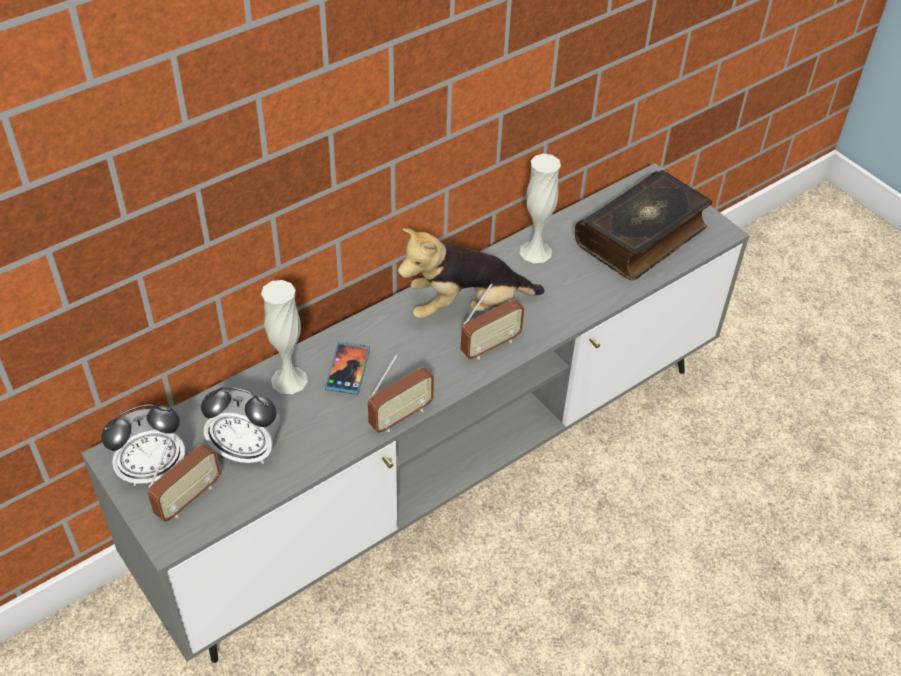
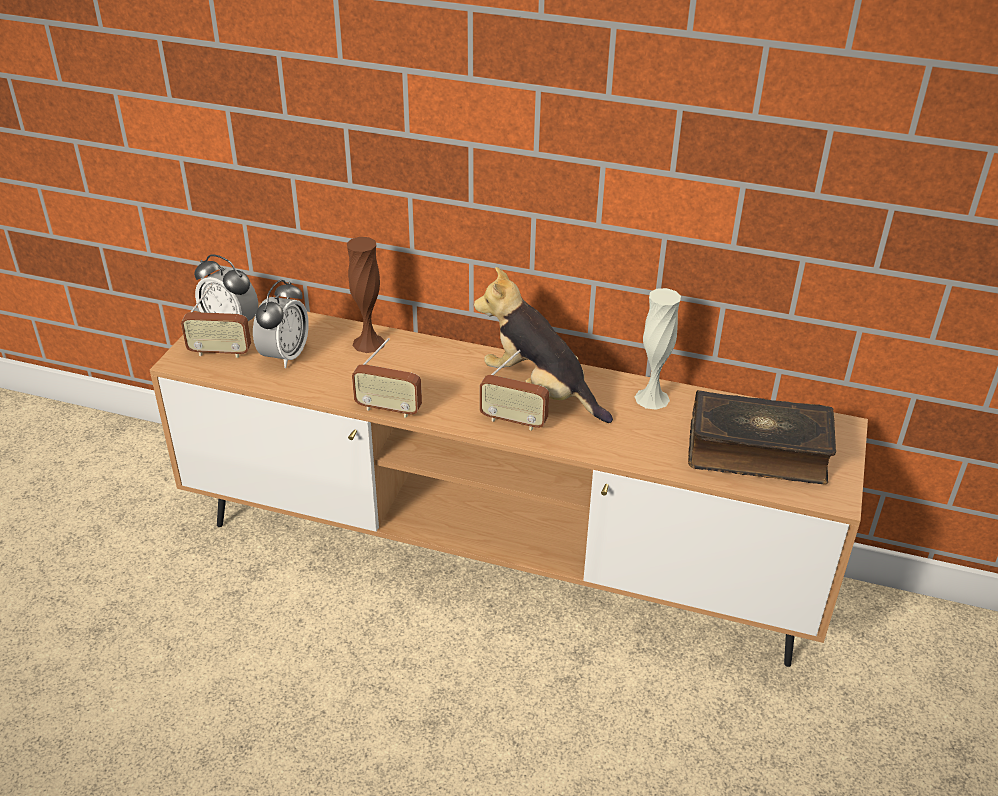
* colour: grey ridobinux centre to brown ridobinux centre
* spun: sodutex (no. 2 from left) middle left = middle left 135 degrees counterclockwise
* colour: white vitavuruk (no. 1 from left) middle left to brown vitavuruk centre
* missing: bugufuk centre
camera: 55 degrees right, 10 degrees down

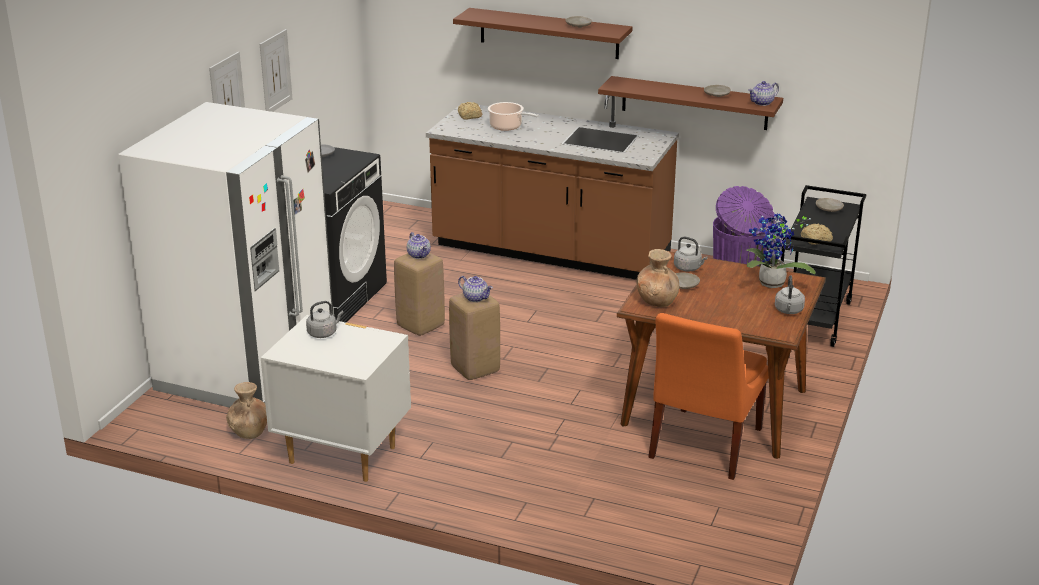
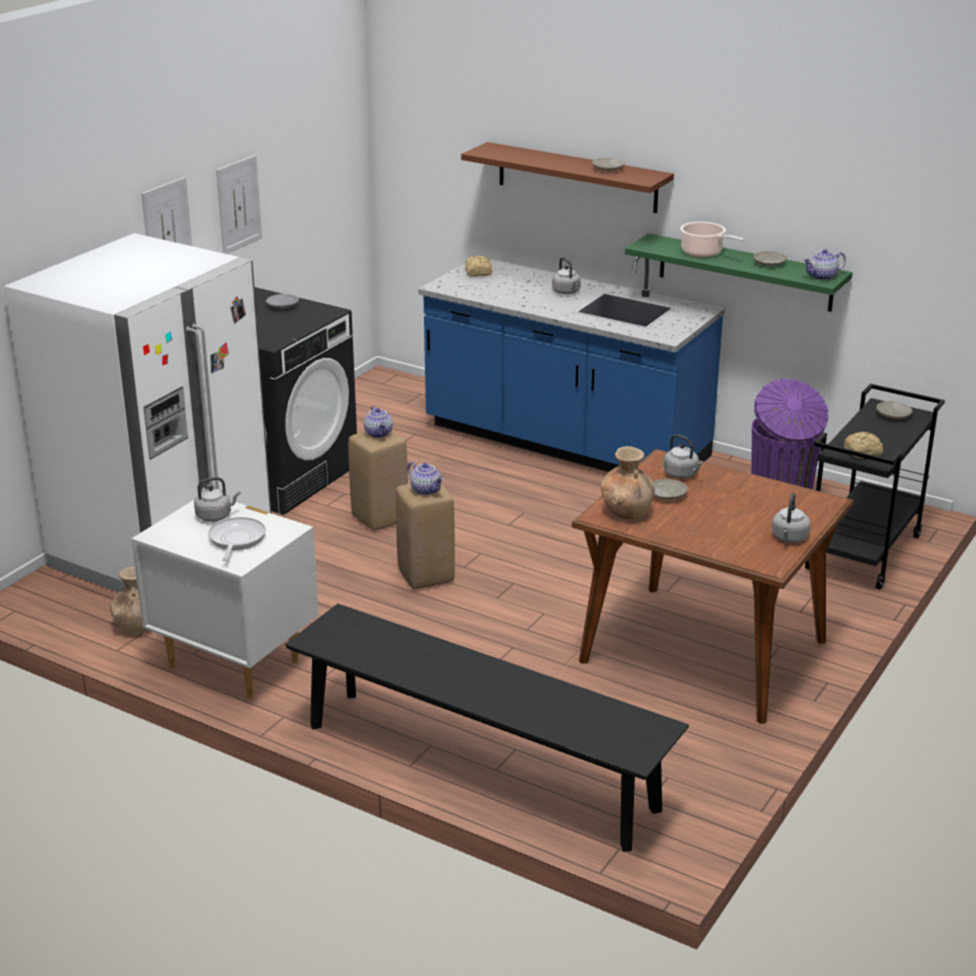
* appeared: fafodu middle left
* appeared: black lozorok bottom centre
* colour: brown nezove top centre to blue nezove centre
* appeared: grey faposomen (no. 2 from left) top centre
* colour: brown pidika (no. 2 from left) top centre to green pidika top right
* relocated: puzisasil top centre to top right
* missing: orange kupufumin bottom right
* missing: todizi middle right
camera: 10 degrees right, 0 degrees up

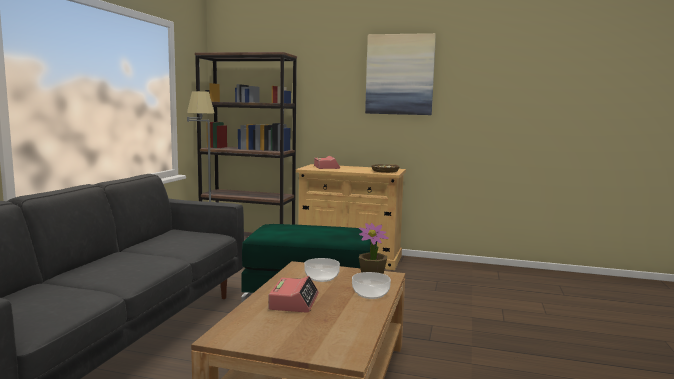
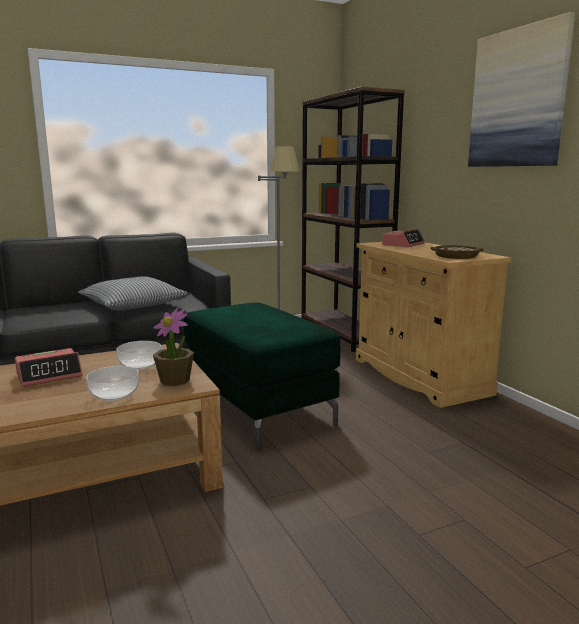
* appeared: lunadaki middle left
camera: 50 degrees right, 5 degrees up

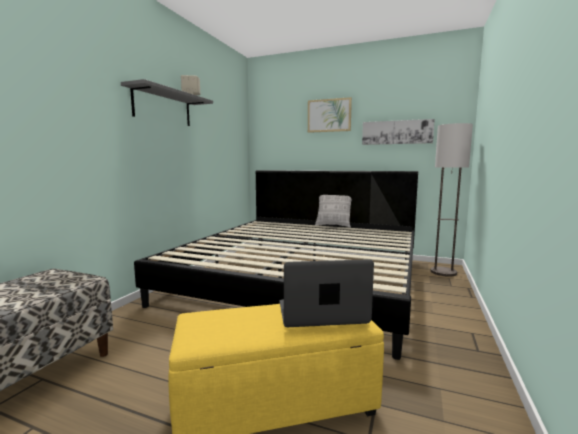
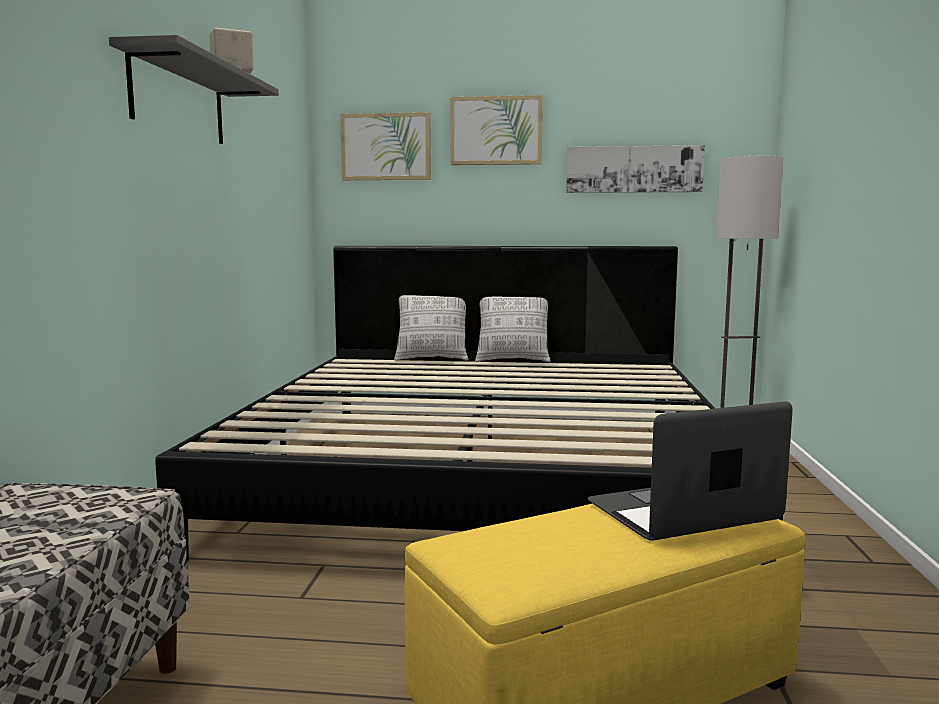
* appeared: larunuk (no. 1 from left) top centre
* appeared: lunadaki (no. 1 from left) centre
camera: 15 degrees left, 0 degrees up

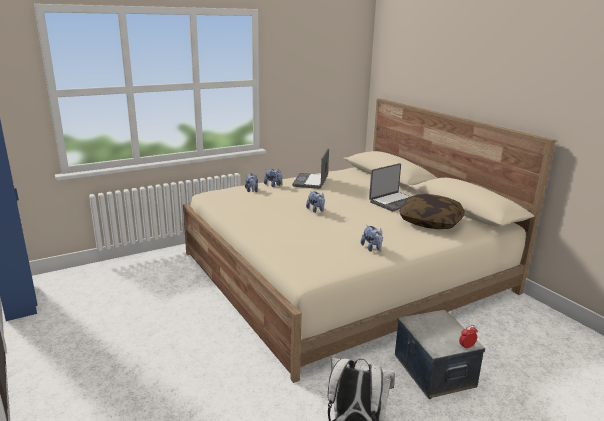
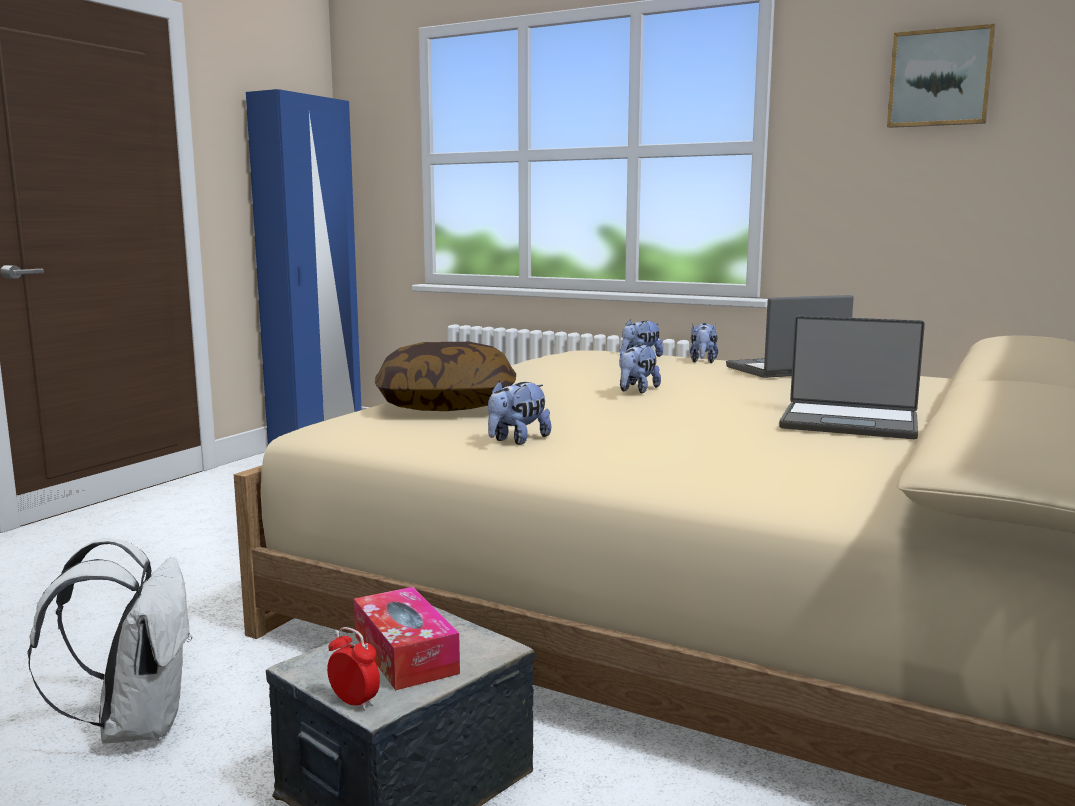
* appeared: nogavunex bottom centre
* relocated: lunadaki middle right to centre
* appeared: larunuk top right
camera: 60 degrees right, 10 degrees down

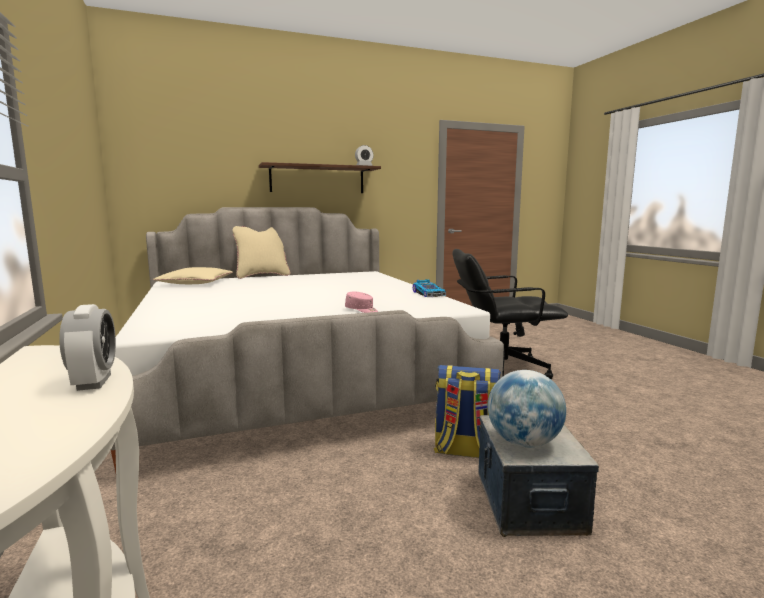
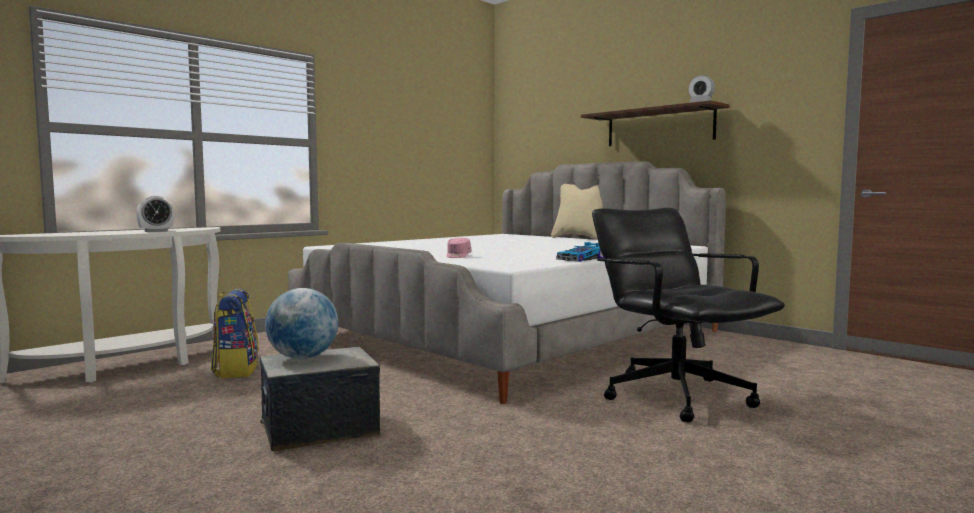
* relocated: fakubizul bottom centre to middle left
* missing: beige lunadaki (no. 1 from left) middle left
camera: 65 degrees right, 5 degrees down

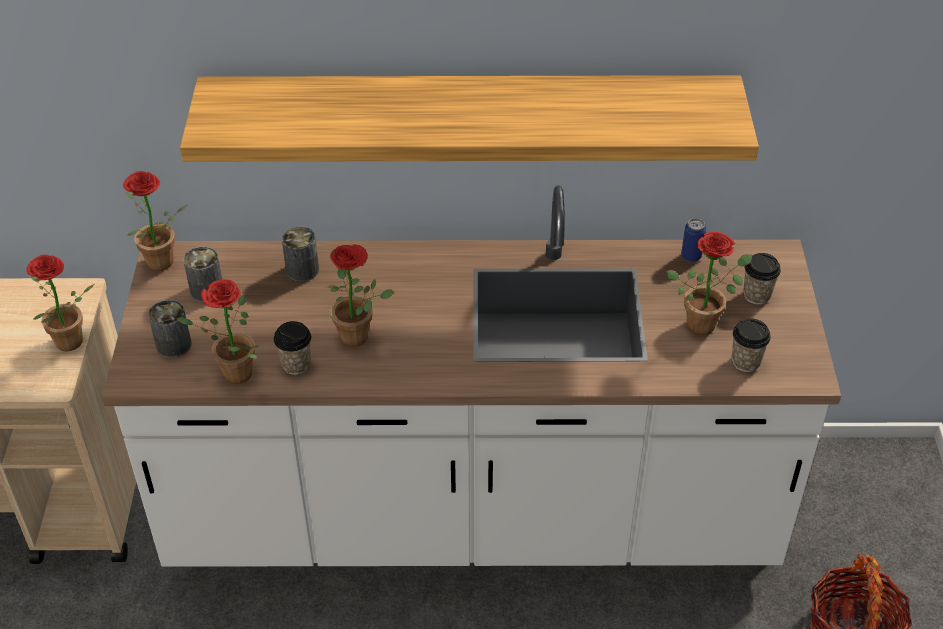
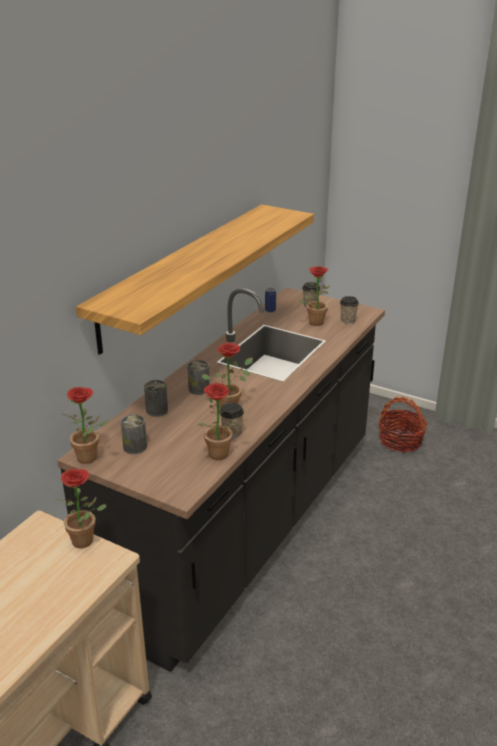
* colour: white nezove centre to black nezove centre
* relocated: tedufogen (no. 1 from left in the first image) middle left to tedufogen (no. 3 from left) centre
camera: 60 degrees left, 15 degrees down

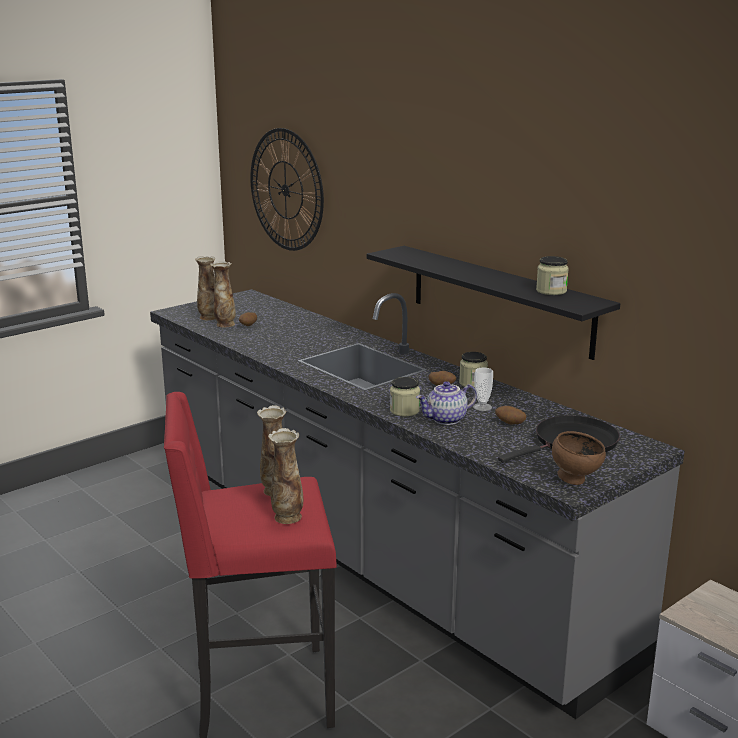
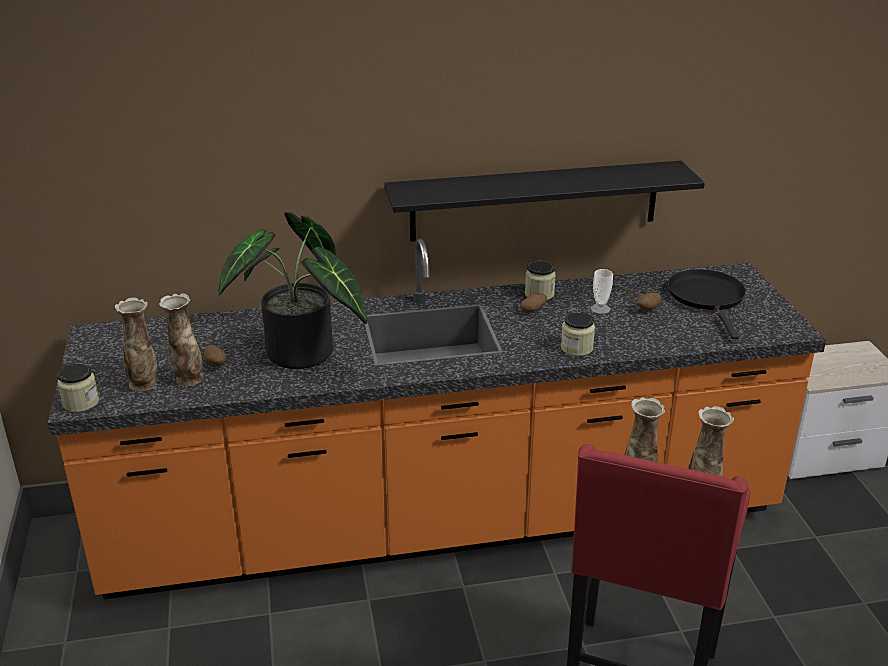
* colour: grey nezove bottom centre to orange nezove centre
* relocated: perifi (no. 3 from left in the first image) middle right to perifi (no. 1 from left) middle left
* appeared: todizi middle left
* missing: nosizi top centre
* missing: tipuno centre
* missing: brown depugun middle right
camera: 60 degrees left, 10 degrees up

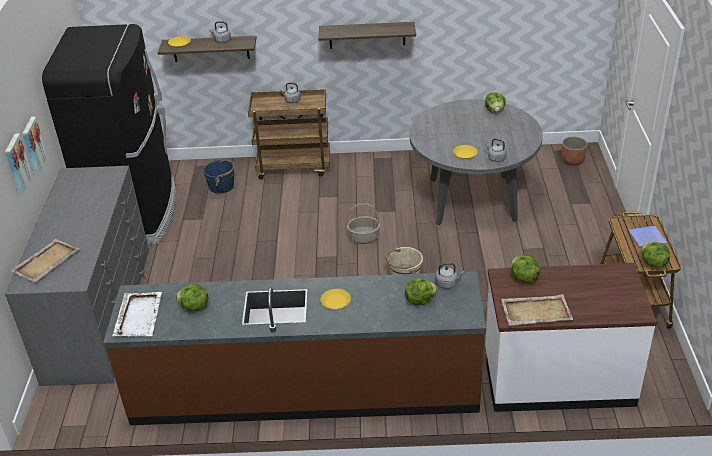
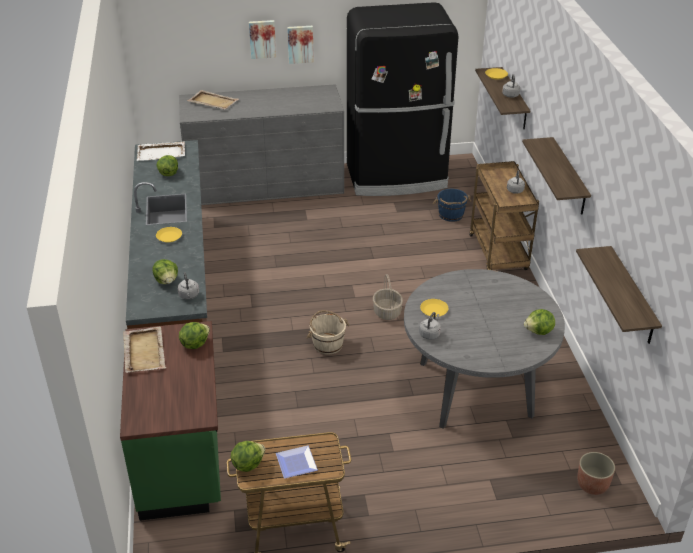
* colour: white nezove bottom right to green nezove bottom left
* appeared: pidika (no. 3 from left) middle right
camera: 80 degrees right, 0 degrees up

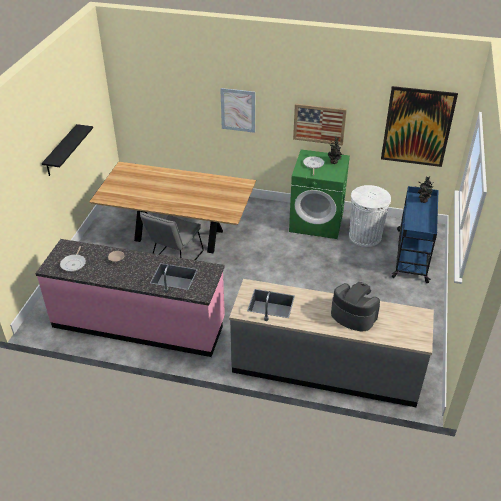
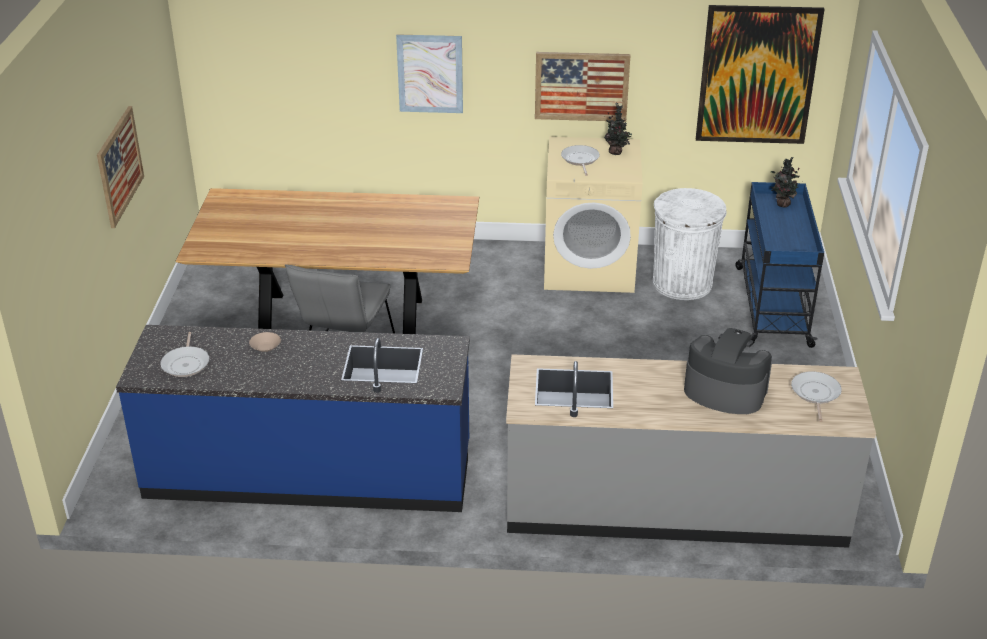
* exchanged: black pidika top left to larunuk (no. 1 from left) top left
* colour: pink nezove middle left to blue nezove middle left
* colour: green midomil centre to beige midomil centre
* appeared: fafodu (no. 3 from left) middle right
camera: 10 degrees left, 5 degrees down

